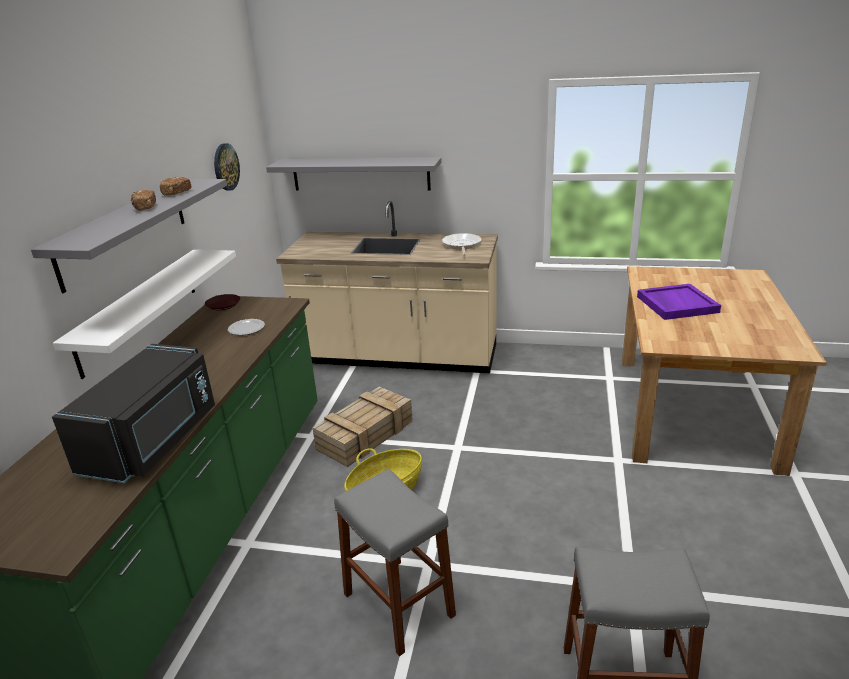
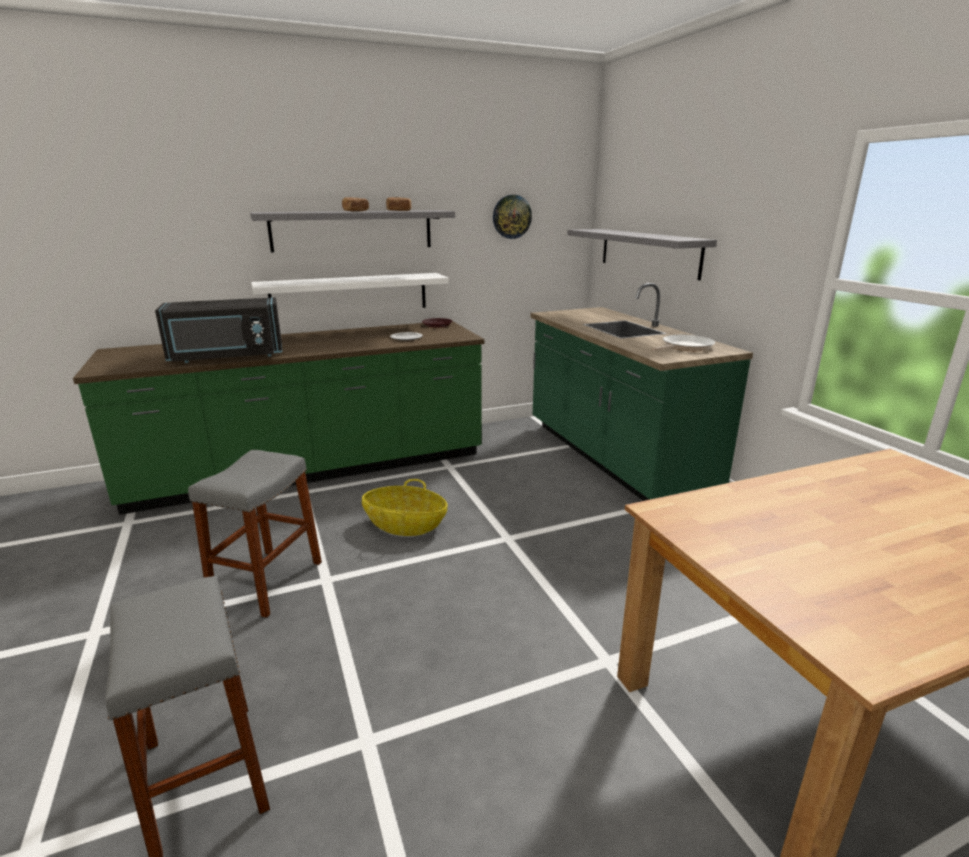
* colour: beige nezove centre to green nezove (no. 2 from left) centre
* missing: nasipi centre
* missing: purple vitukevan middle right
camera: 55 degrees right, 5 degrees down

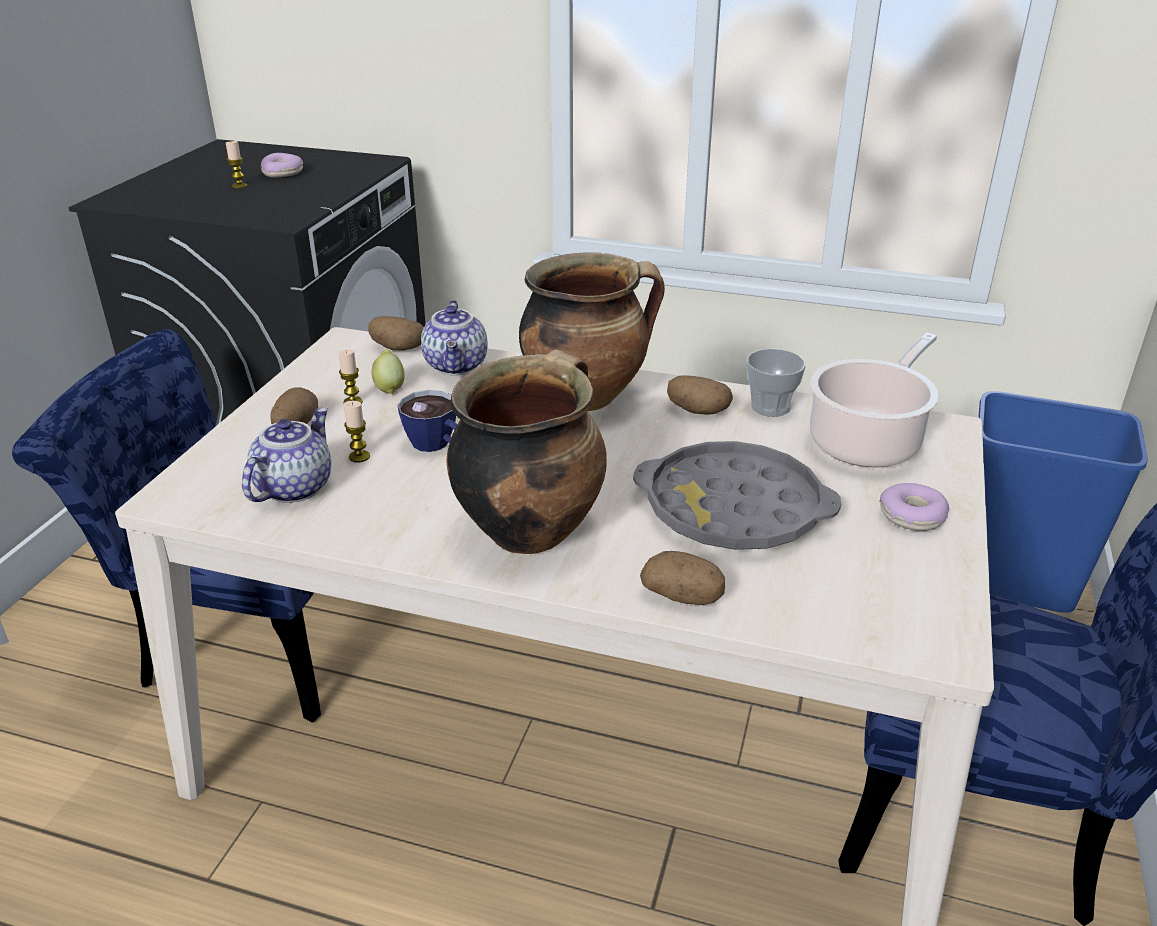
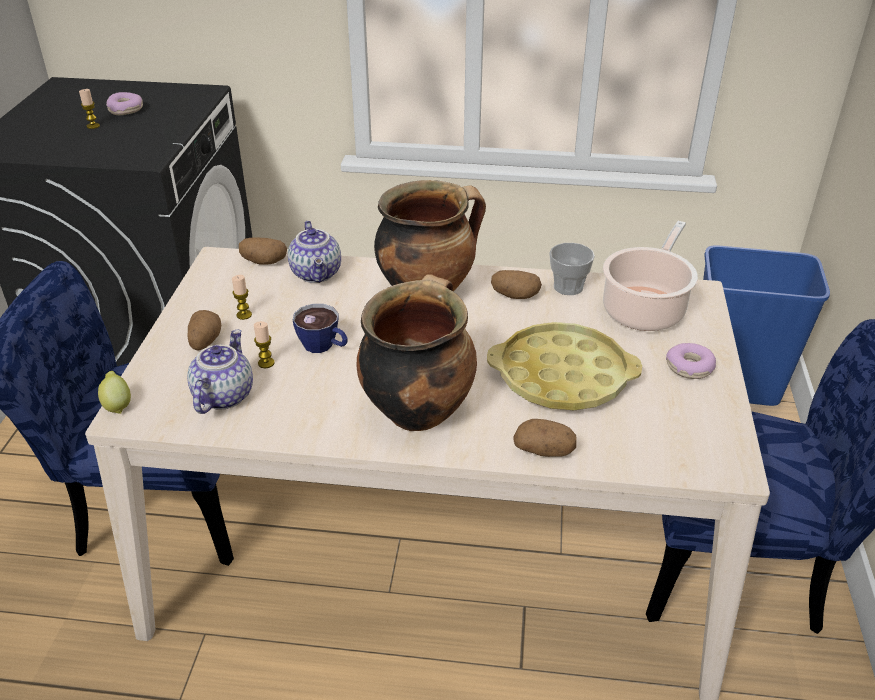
* relocated: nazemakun centre to middle left
* colour: grey vitukevan centre to yellow vitukevan centre
camera: 10 degrees left, 5 degrees up

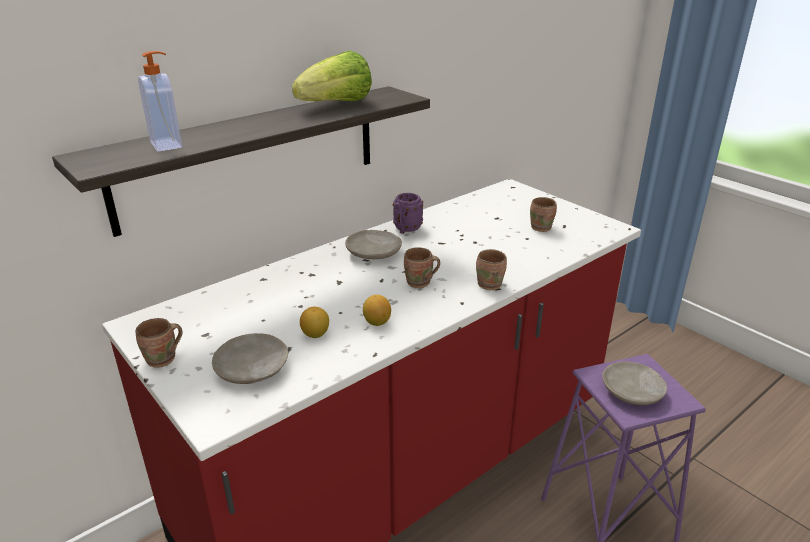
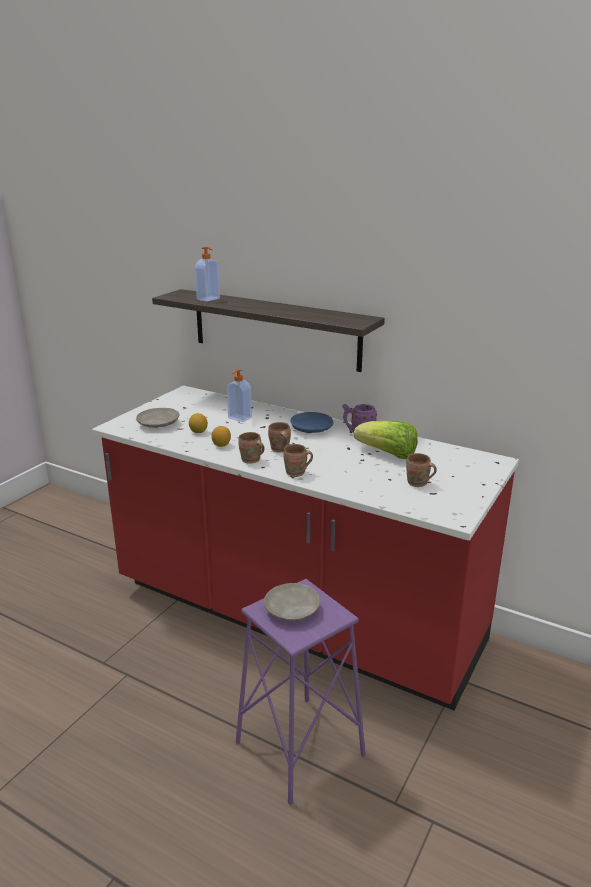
* appeared: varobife (no. 2 from left) centre
* relocated: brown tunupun (no. 1 from left) middle left to centre
* colour: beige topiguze (no. 2 from left) centre to blue topiguze centre
* relocated: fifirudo top centre to centre
camera: 70 degrees right, 5 degrees down

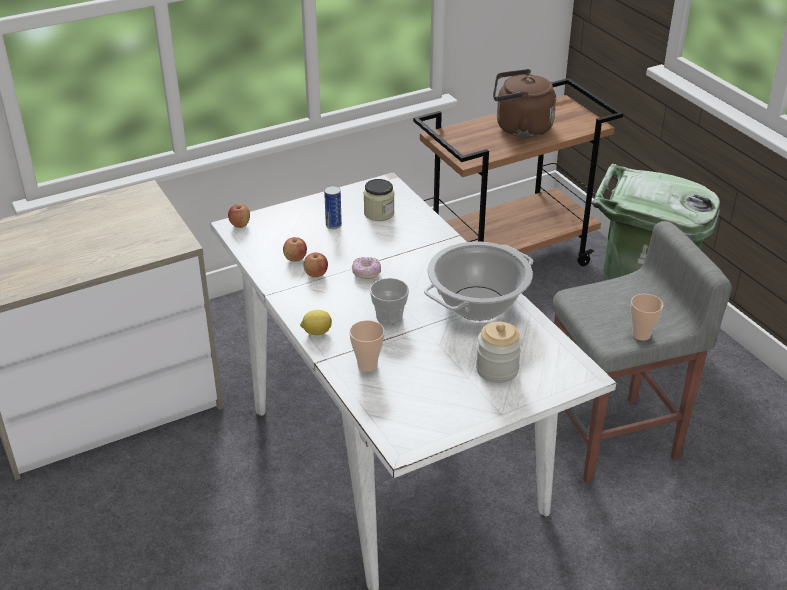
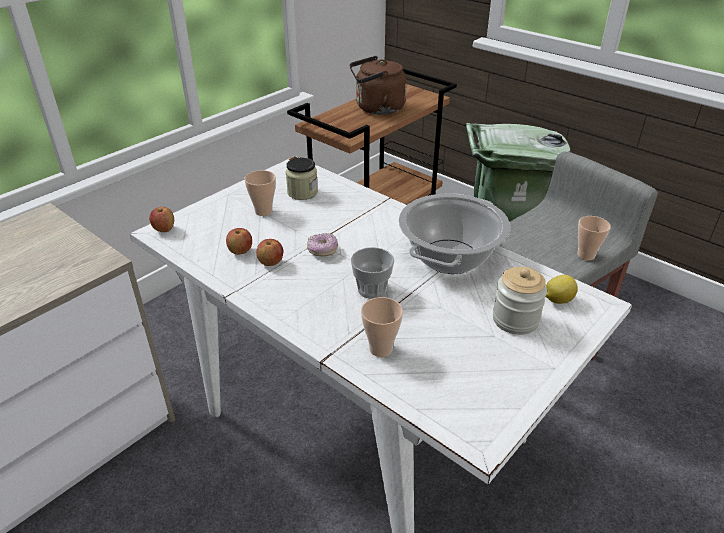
* exchanged: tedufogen centre to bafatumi (no. 1 from left) centre
* relocated: nazemakun centre to middle right
camera: 20 degrees left, 0 degrees up

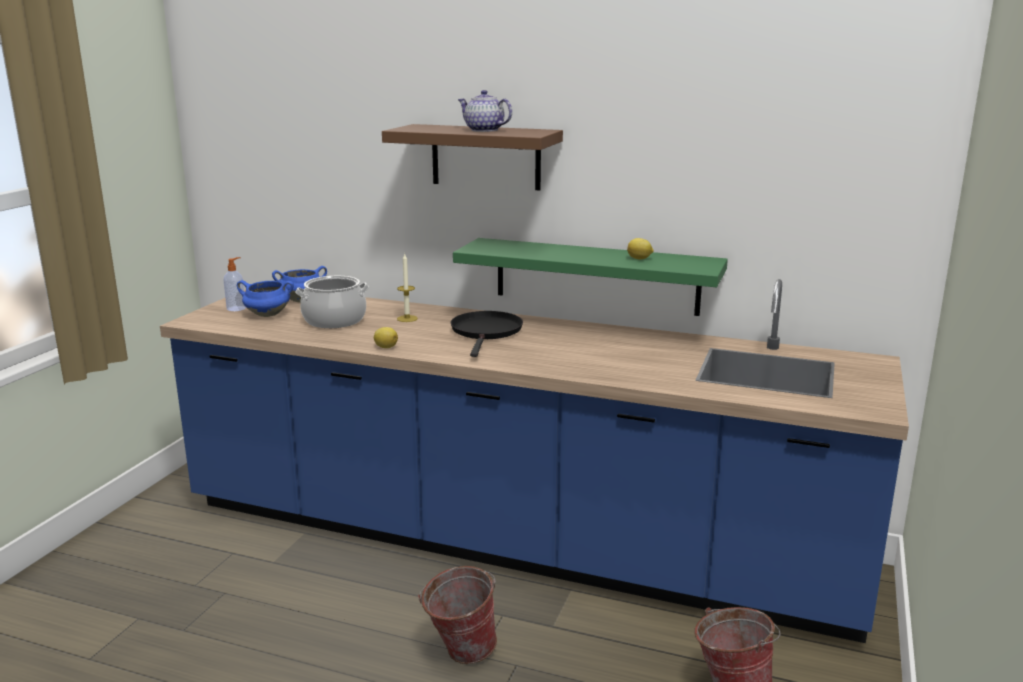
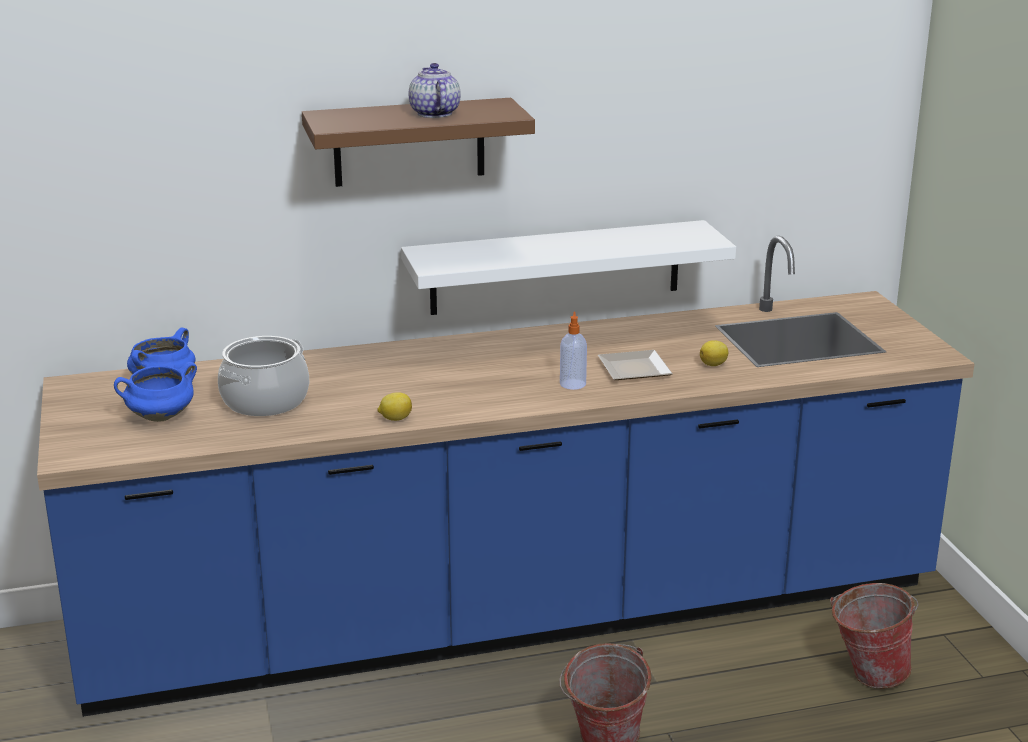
* colour: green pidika centre to white pidika centre
* spun: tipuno top centre = top centre 75 degrees clockwise
* relocated: varobife middle left to centre
* appeared: topiguze centre
* relocated: nazemakun (no. 2 from left) centre to middle right
* missing: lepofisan centre
* missing: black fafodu centre
camera: 35 degrees left, 5 degrees up

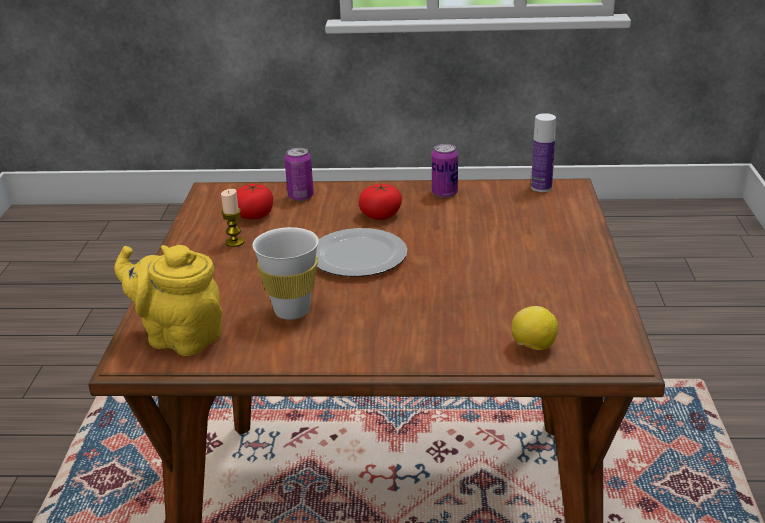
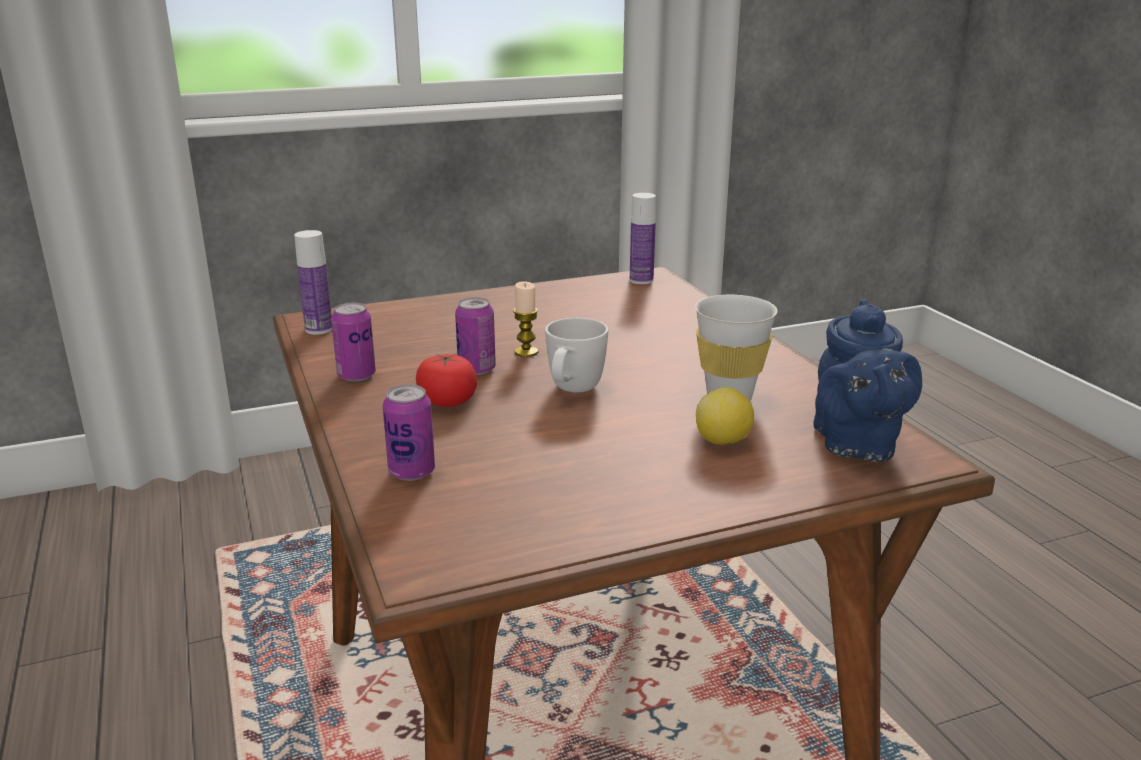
* appeared: tedufogen (no. 3 from left) centre
* relocated: lepofisan middle left to centre
* exchanged: topiguze centre to white tunupun centre
* appeared: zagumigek (no. 2 from left) top centre
* relocated: nazemakun middle right to centre
* colour: yellow tipuno middle left to blue tipuno middle right
* missing: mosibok (no. 1 from left) centre
camera: 115 degrees left, 5 degrees down

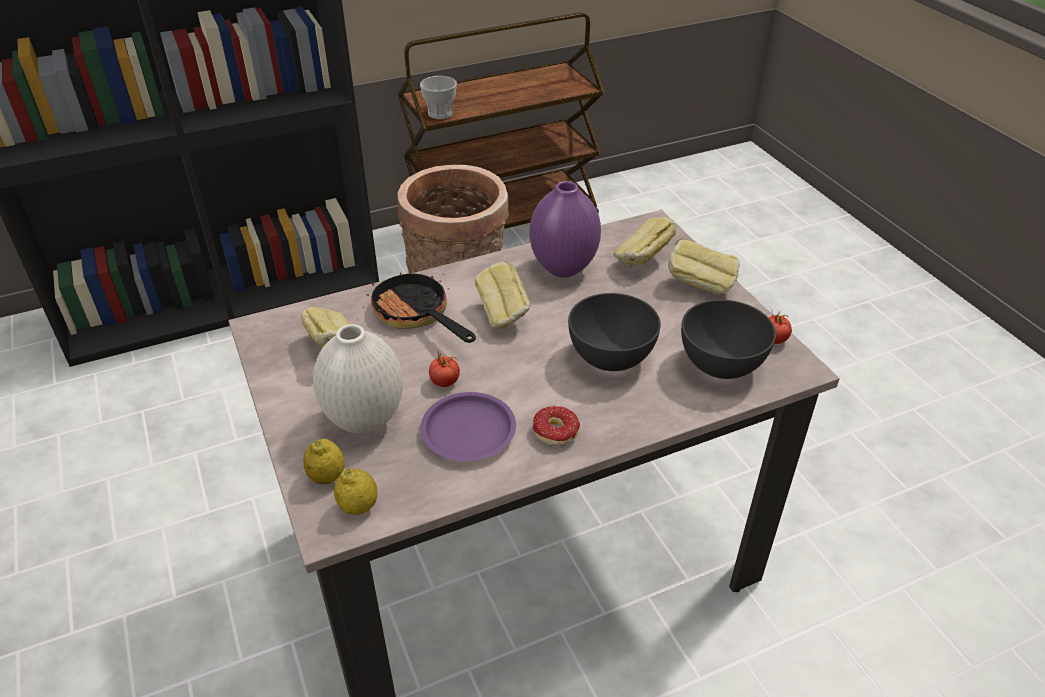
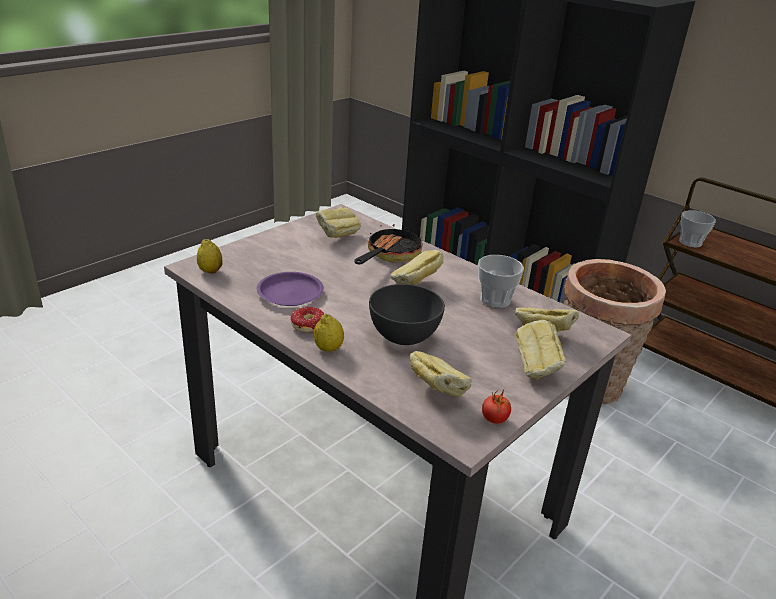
* relocated: nazemakun (no. 1 from left in the first image) middle left to nazemakun (no. 2 from left) centre
* exchanged: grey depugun (no. 2 from left) middle right to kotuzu (no. 3 from left) centre
* exchanged: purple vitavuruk top centre to bafatumi (no. 1 from left) centre
* missing: white vitavuruk centre
* missing: mosibok (no. 1 from left) centre
camera: 65 degrees right, 10 degrees down

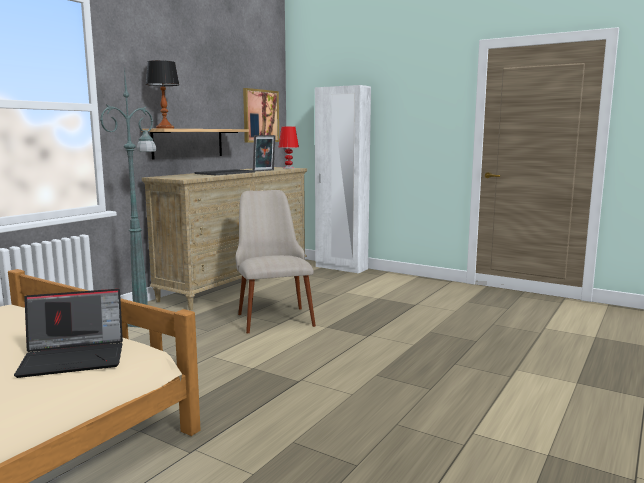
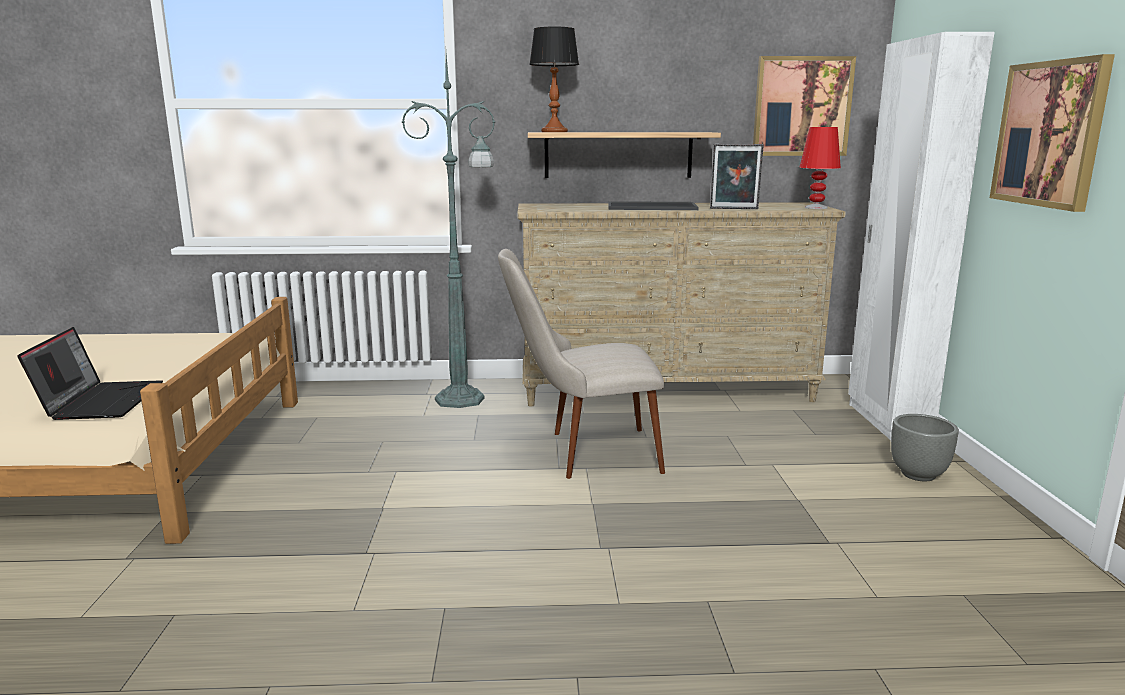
* spun: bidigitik bottom left = middle left 135 degrees counterclockwise
* spun: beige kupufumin centre = centre 135 degrees counterclockwise
* appeared: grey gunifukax middle right
* appeared: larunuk (no. 2 from left) top right
camera: 55 degrees right, 5 degrees up

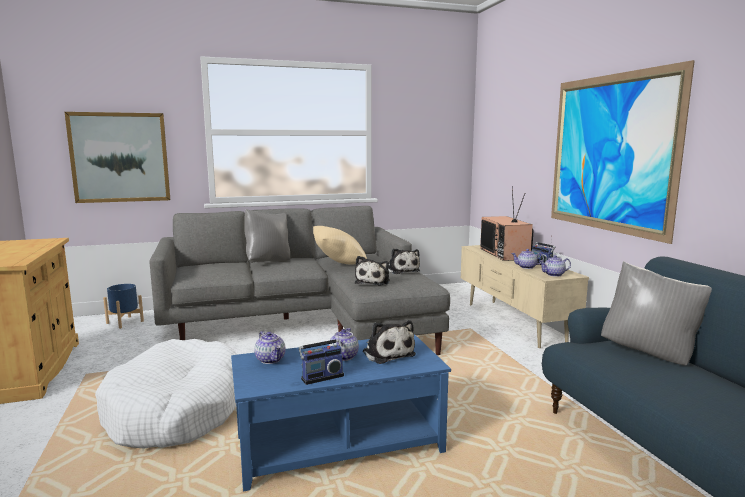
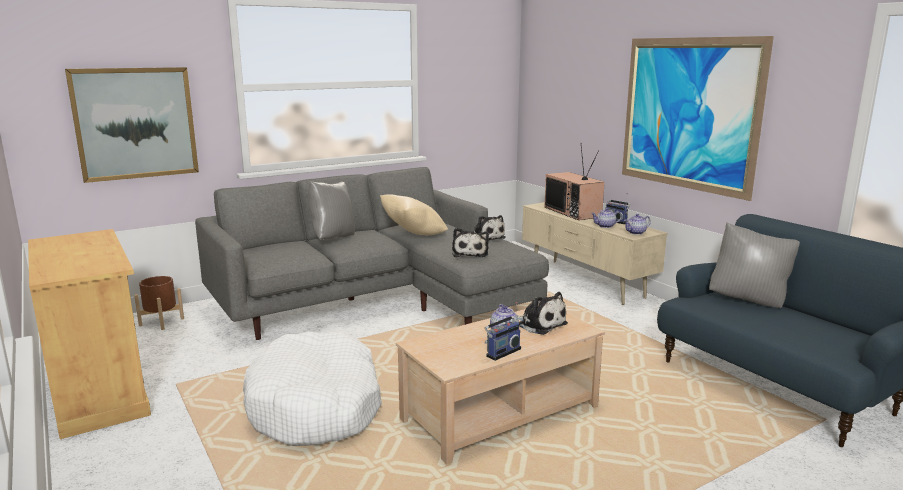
* colour: blue gunifukax middle left to brown gunifukax middle left
* colour: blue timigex bottom centre to beige timigex bottom centre
* missing: tipuno (no. 1 from left) bottom centre
camera: 15 degrees left, 5 degrees up

